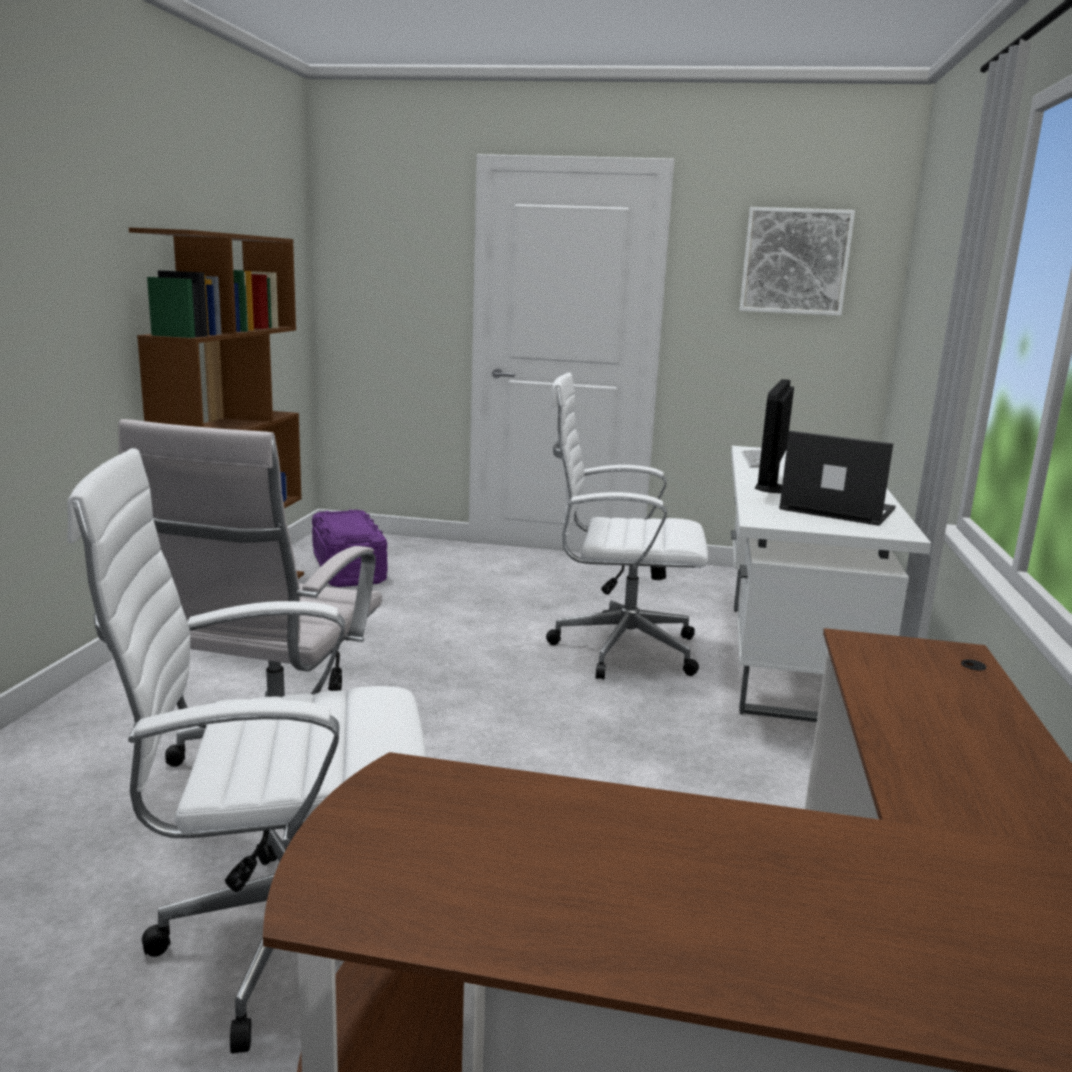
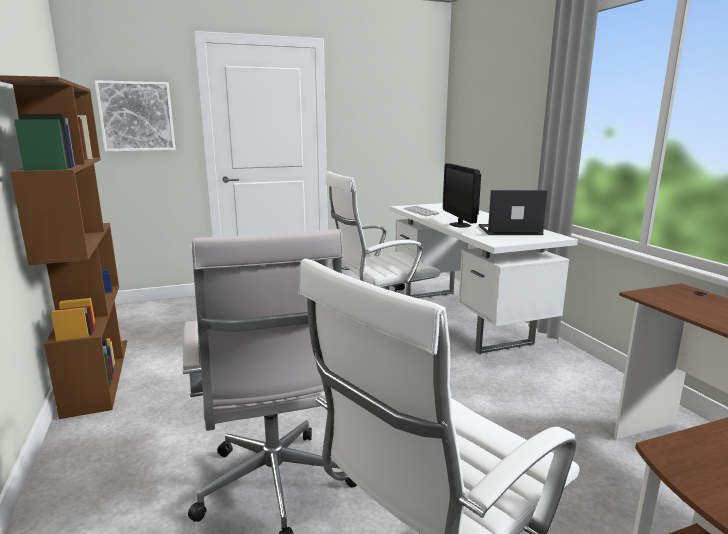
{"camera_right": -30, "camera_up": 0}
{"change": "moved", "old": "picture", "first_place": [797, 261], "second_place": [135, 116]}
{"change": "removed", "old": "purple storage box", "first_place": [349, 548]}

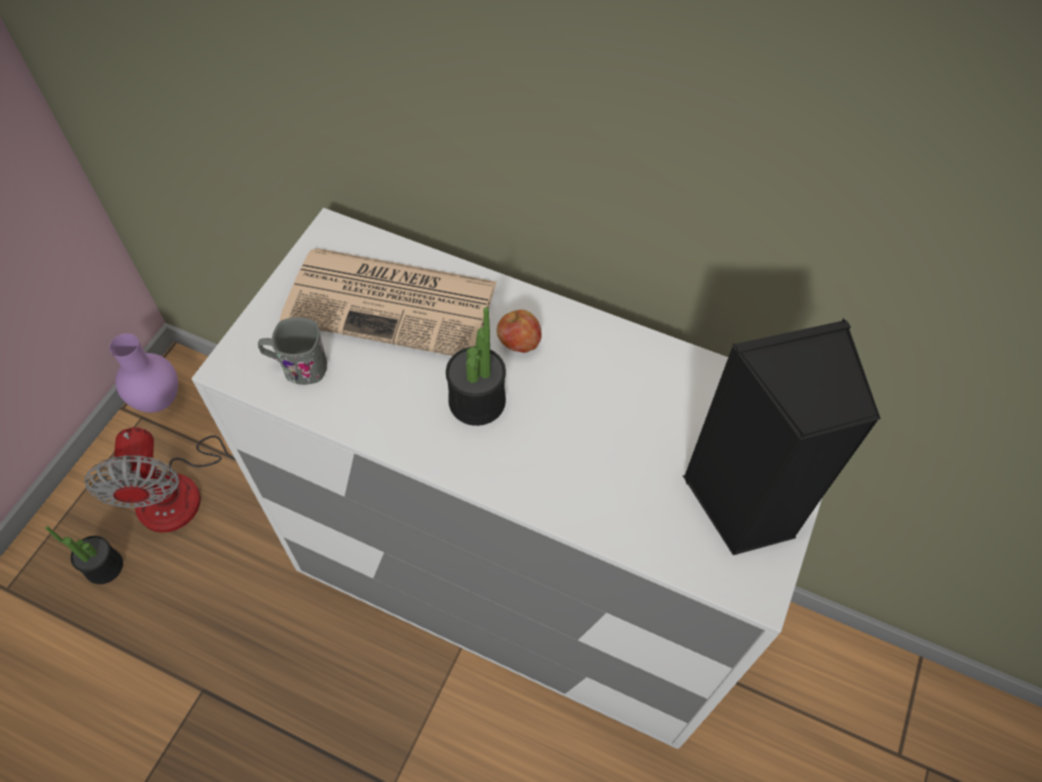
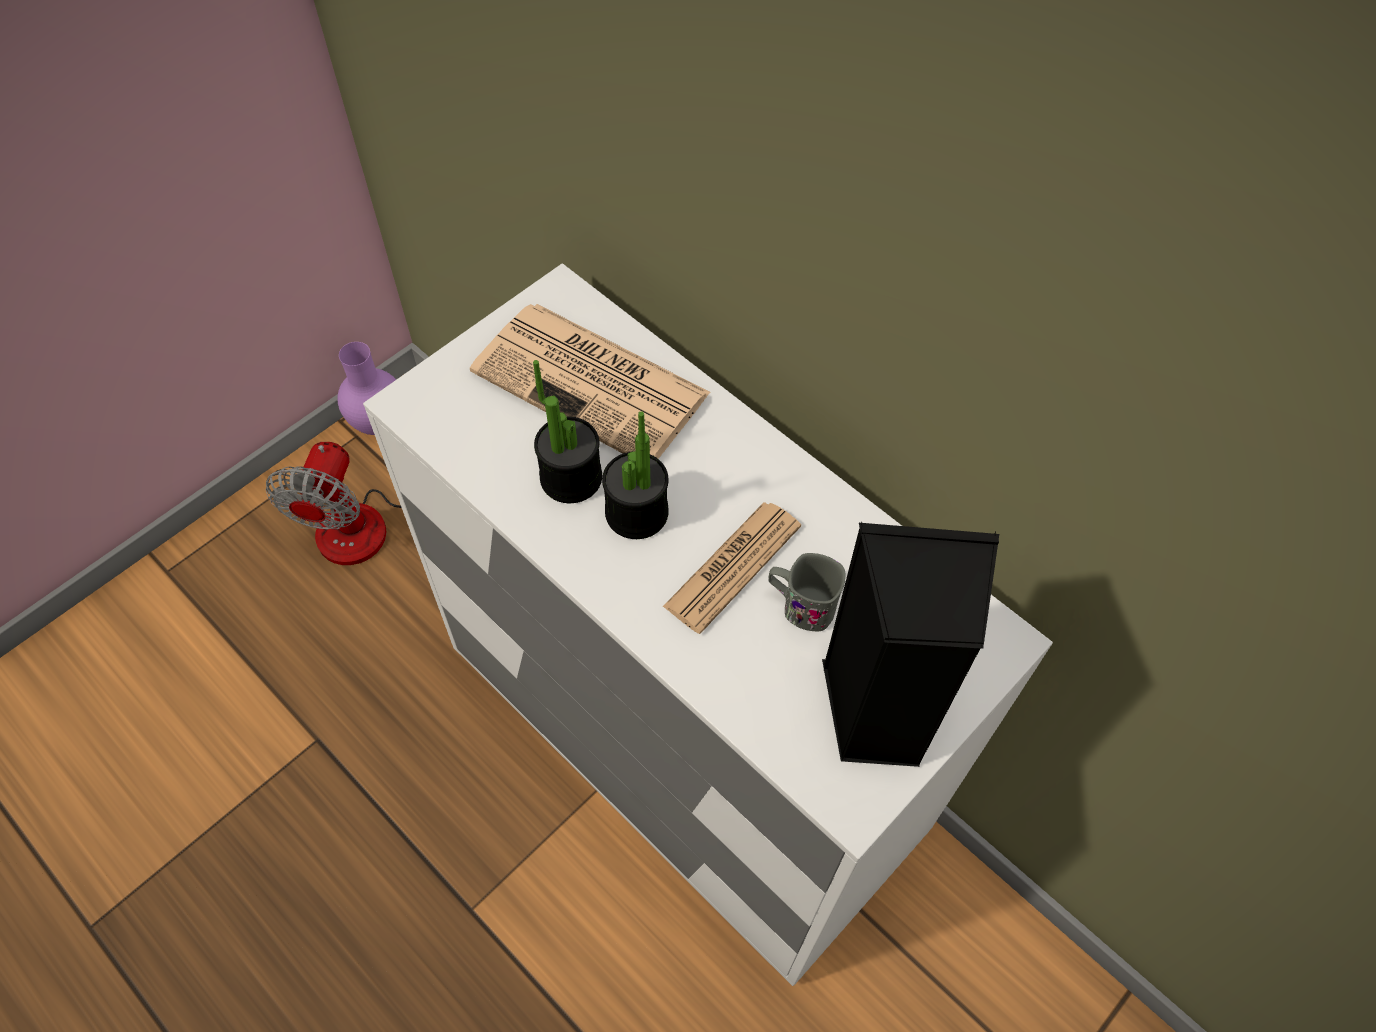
{"camera_right": 20, "camera_up": 0}
{"change": "moved", "old": "potted plant", "first_place": [84, 555], "second_place": [567, 431]}
{"change": "added", "new": "newspaper", "second_place": [732, 568]}
{"change": "moved", "old": "grey mug", "first_place": [292, 351], "second_place": [806, 592]}
{"change": "removed", "old": "apple", "first_place": [519, 331]}

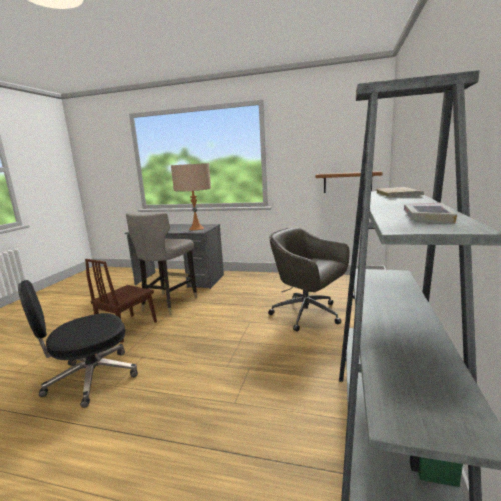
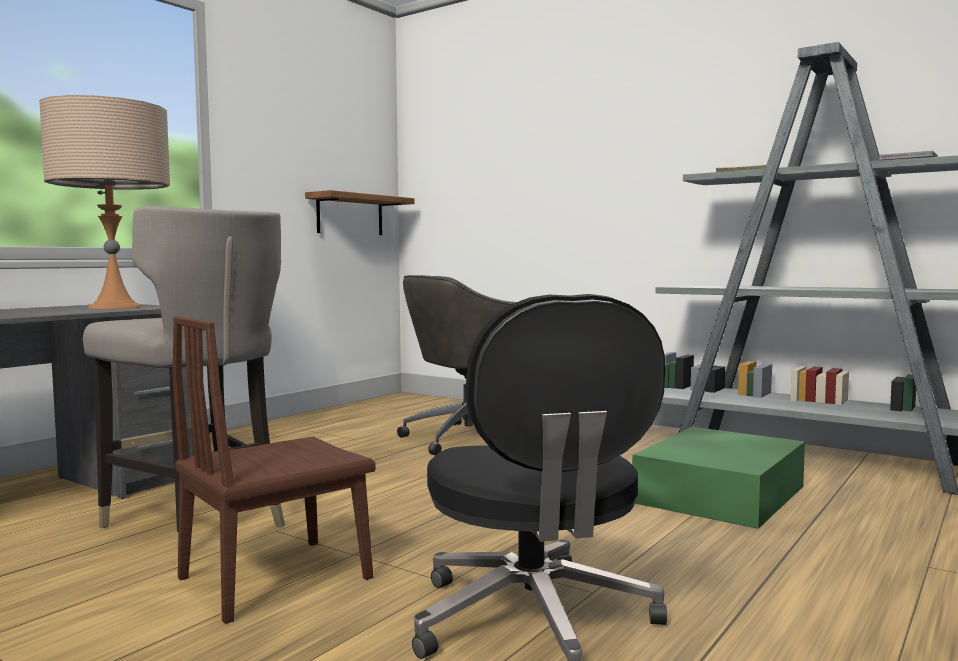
{"camera_right": -70, "camera_up": -10}
{"change": "turned", "old": "brown chair", "first_place": [121, 301], "second_place": [274, 470], "degrees": 90}
{"change": "added", "new": "green storage box", "second_place": [718, 478]}

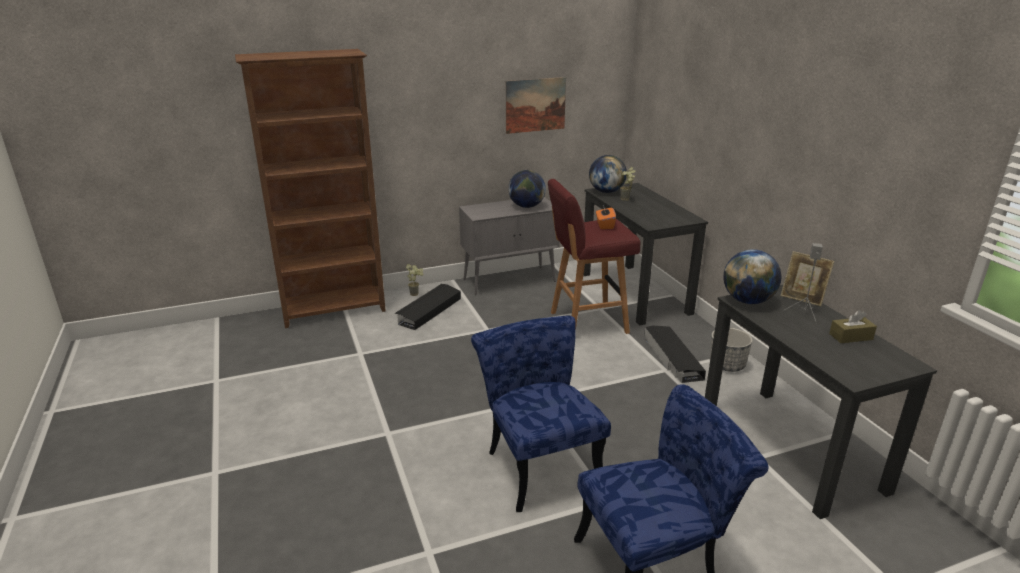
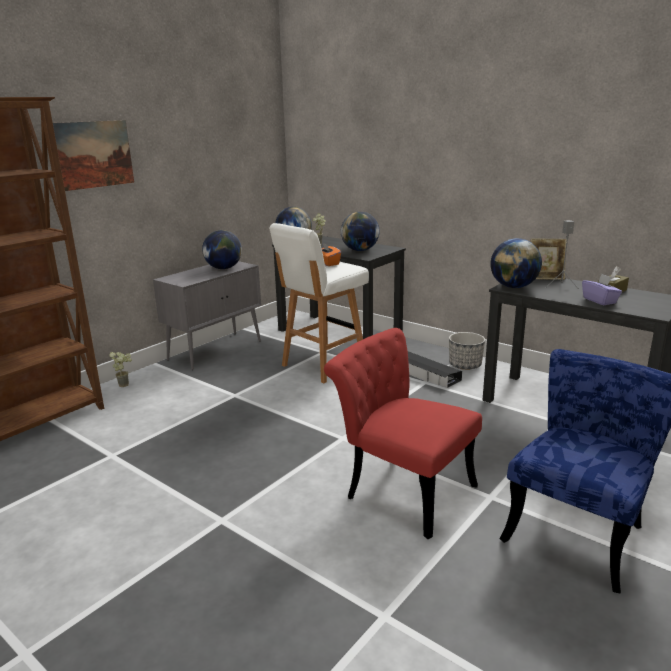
{"camera_right": -30, "camera_up": -5}
{"change": "moved", "old": "picture", "first_place": [536, 105], "second_place": [93, 155]}
{"change": "recoloured", "old": "red stool", "new": "white stool", "first_place": [594, 256], "second_place": [319, 303]}
{"change": "recoloured", "old": "blue chair", "new": "red chair", "first_place": [541, 414], "second_place": [403, 433]}
{"change": "added", "new": "globe", "second_place": [360, 231]}
{"change": "added", "new": "purple tissue box", "second_place": [602, 289]}
{"change": "removed", "old": "black storage box", "first_place": [427, 307]}

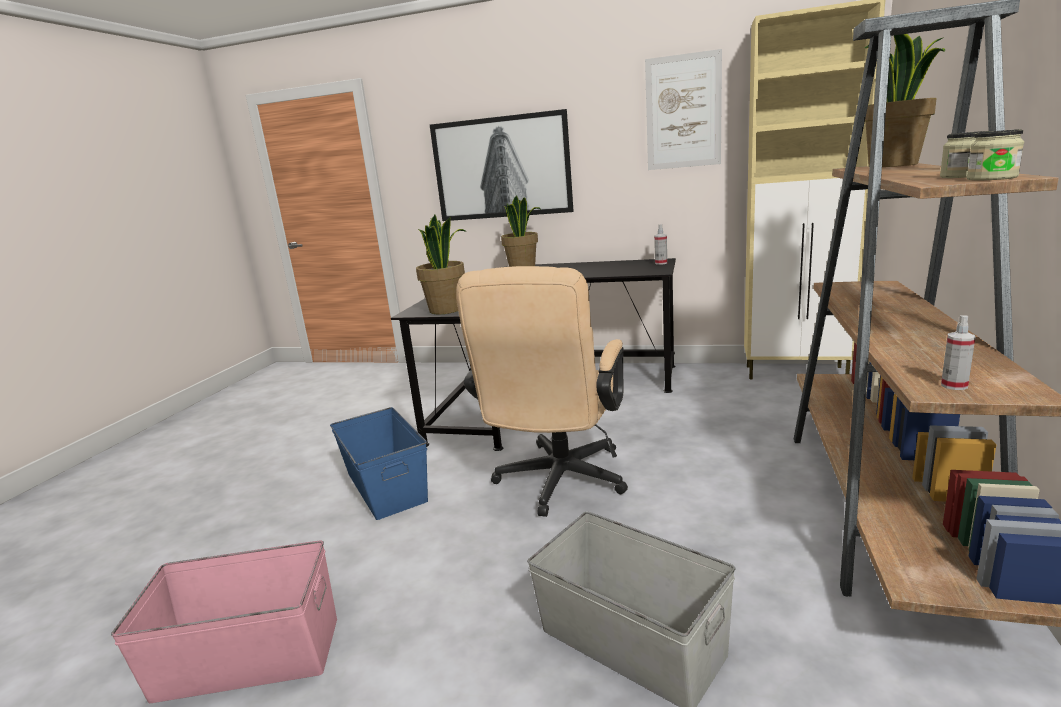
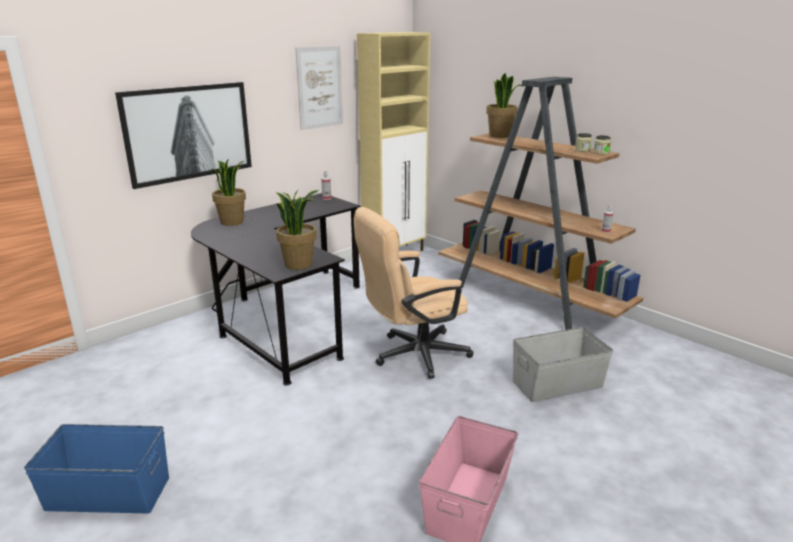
{"camera_right": -60, "camera_up": 5}
{"change": "moved", "old": "blue storage box", "first_place": [379, 463], "second_place": [96, 468]}
{"change": "turned", "old": "beige office chair", "first_place": [542, 391], "second_place": [413, 293], "degrees": 105}

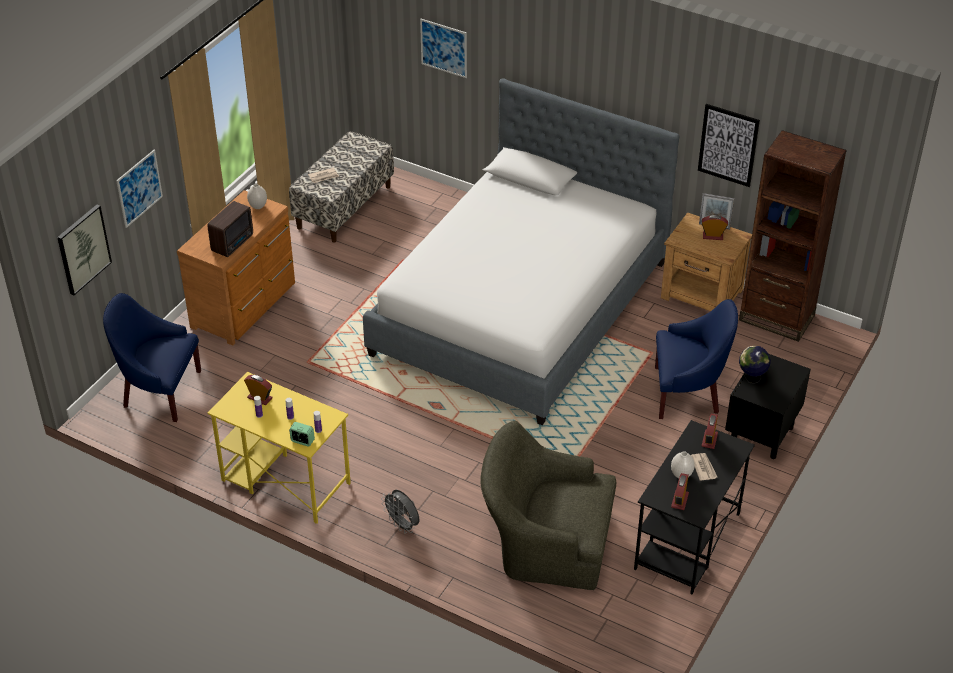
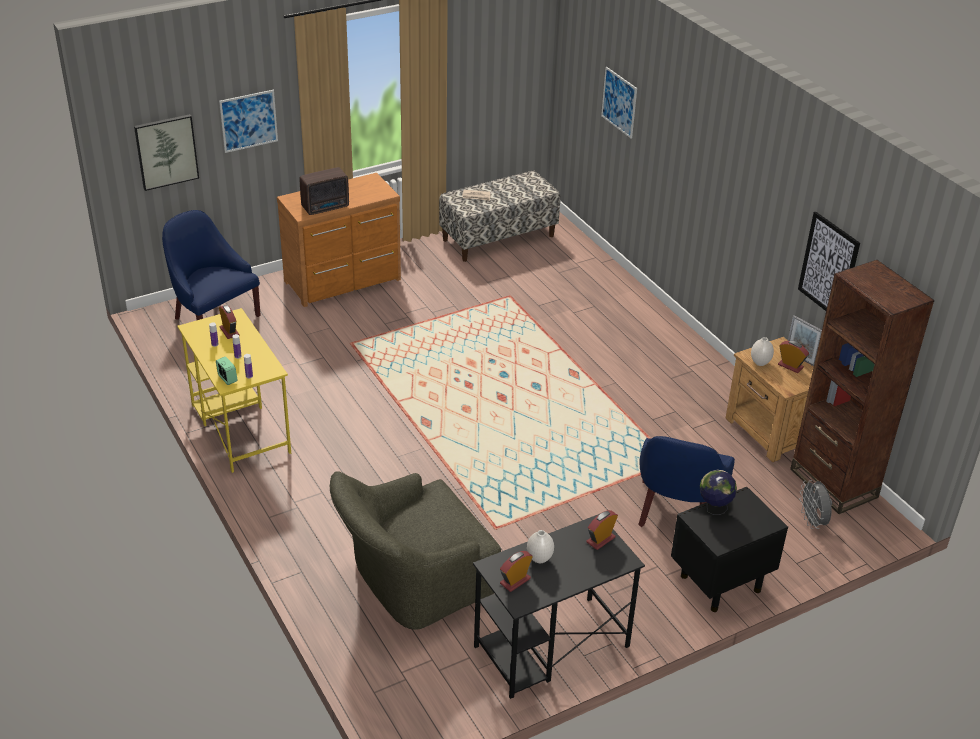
{"camera_right": 30, "camera_up": -5}
{"change": "turned", "old": "green armchair", "first_place": [548, 505], "second_place": [415, 550], "degrees": -75}
{"change": "turned", "old": "blue armchair", "first_place": [696, 359], "second_place": [686, 481], "degrees": 75}
{"change": "moved", "old": "white vase", "first_place": [257, 196], "second_place": [762, 351]}
{"change": "moved", "old": "grey fan", "first_place": [400, 511], "second_place": [815, 504]}
{"change": "removed", "old": "bed", "first_place": [521, 251]}
{"change": "removed", "old": "newspaper", "first_place": [704, 467]}

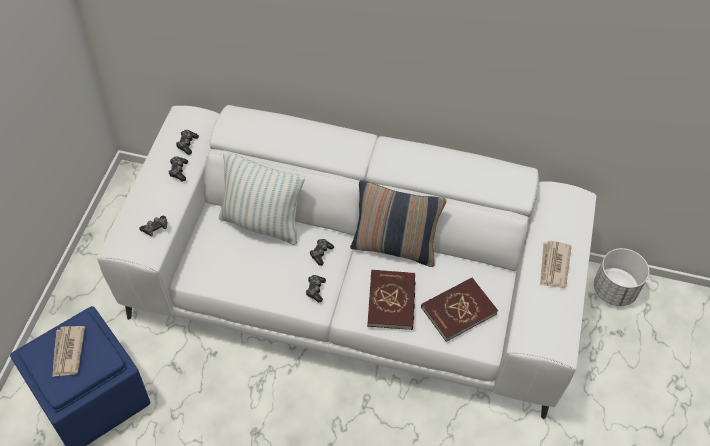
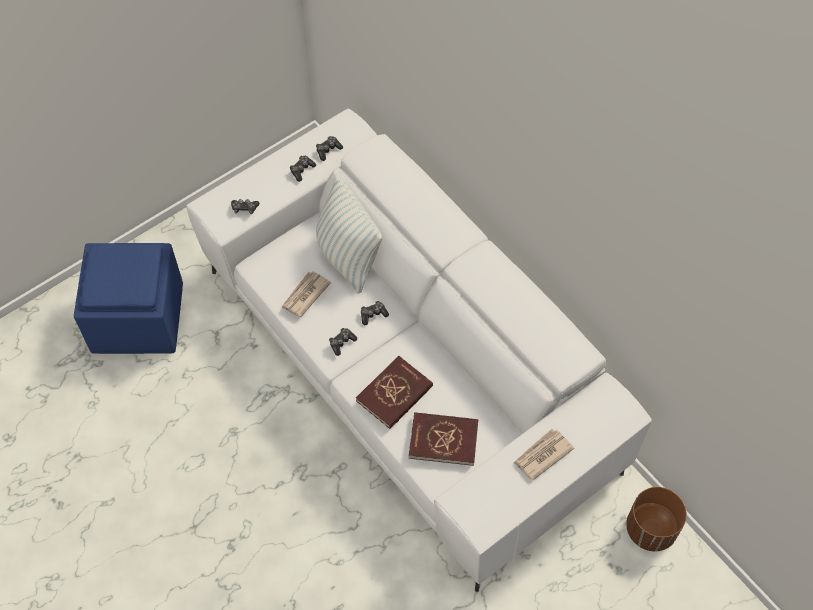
{"camera_right": 40, "camera_up": 5}
{"change": "moved", "old": "newspaper", "first_place": [68, 351], "second_place": [306, 294]}
{"change": "recoloured", "old": "white planter", "new": "brown planter", "first_place": [621, 277], "second_place": [656, 519]}
{"change": "removed", "old": "pillow", "first_place": [398, 224]}

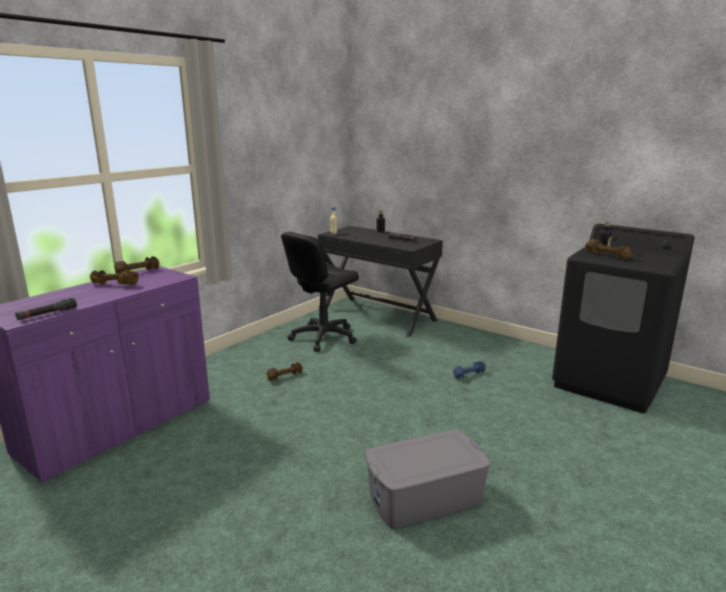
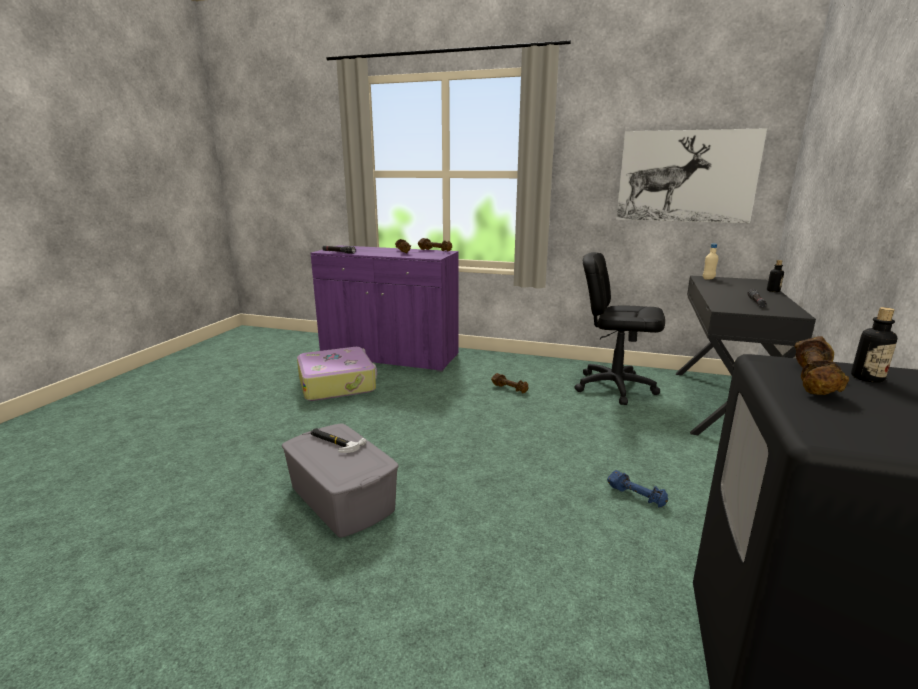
{"camera_right": 70, "camera_up": 0}
{"change": "added", "new": "suitcase", "second_place": [337, 374]}
{"change": "added", "new": "hammer", "second_place": [339, 440]}
{"change": "added", "new": "picture", "second_place": [691, 175]}

